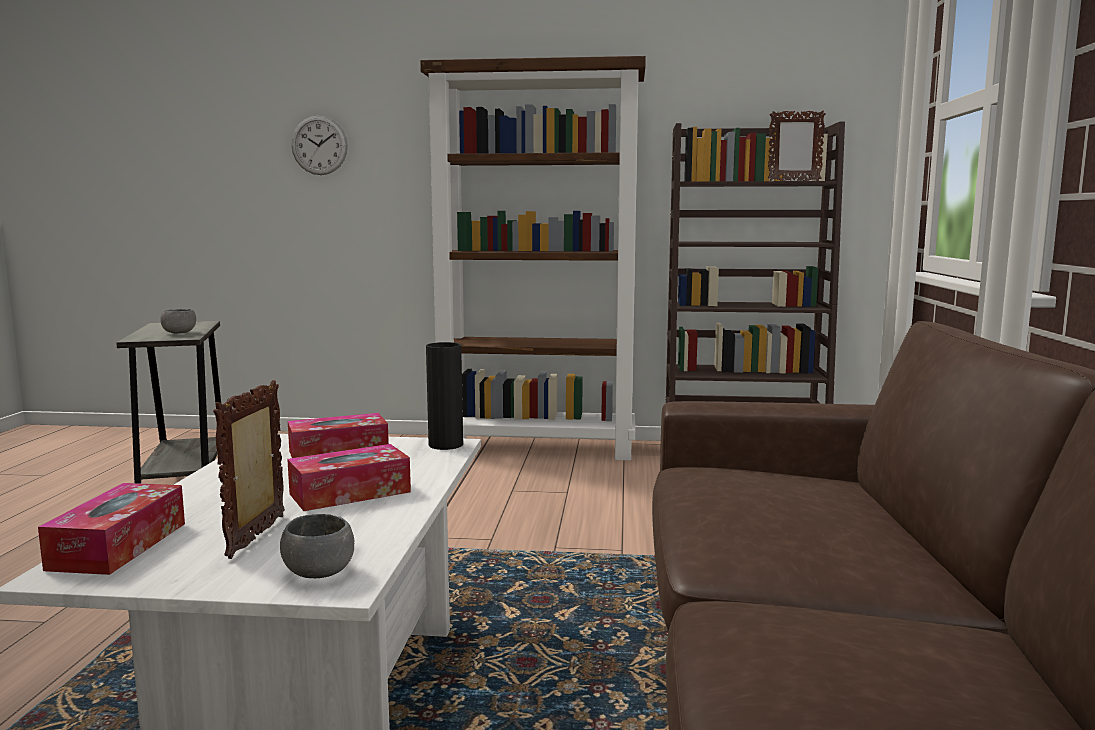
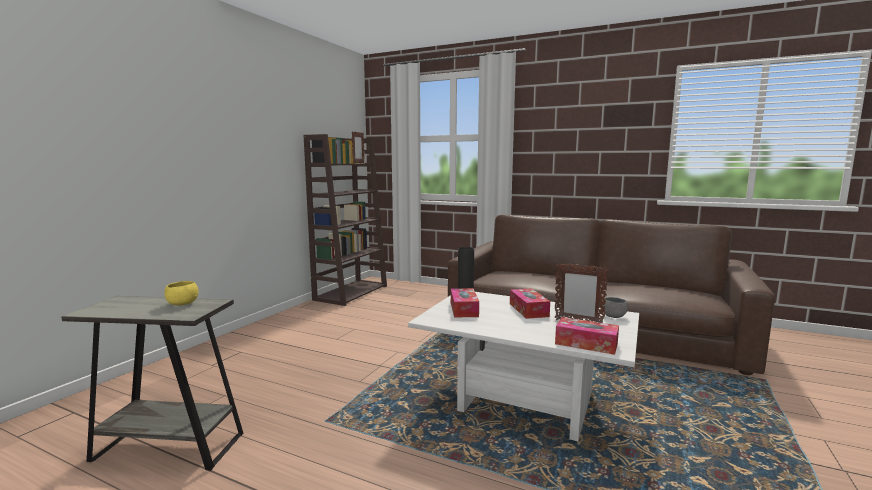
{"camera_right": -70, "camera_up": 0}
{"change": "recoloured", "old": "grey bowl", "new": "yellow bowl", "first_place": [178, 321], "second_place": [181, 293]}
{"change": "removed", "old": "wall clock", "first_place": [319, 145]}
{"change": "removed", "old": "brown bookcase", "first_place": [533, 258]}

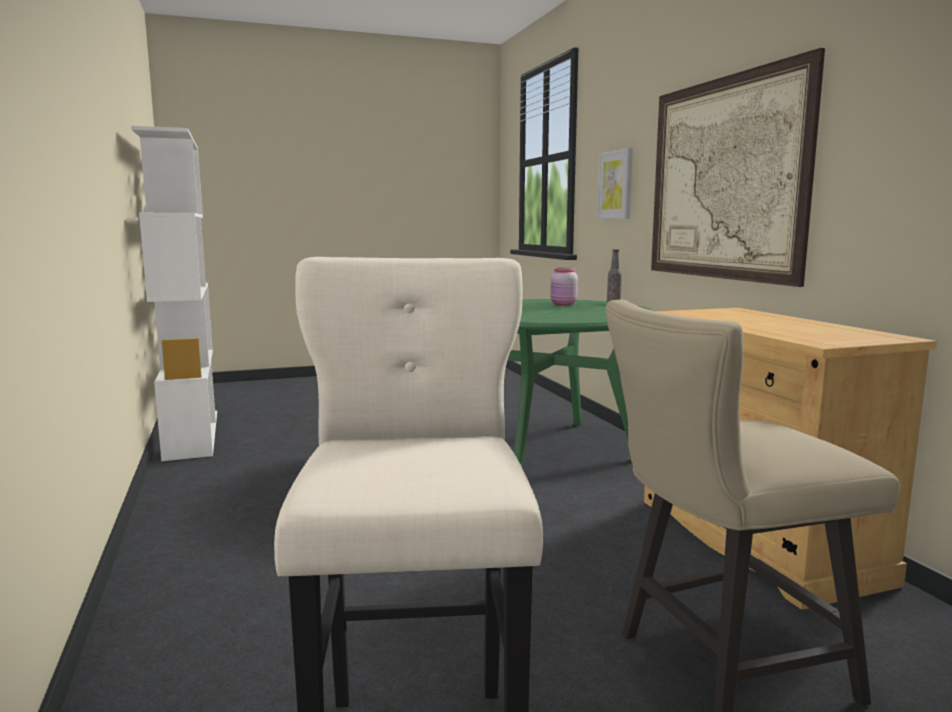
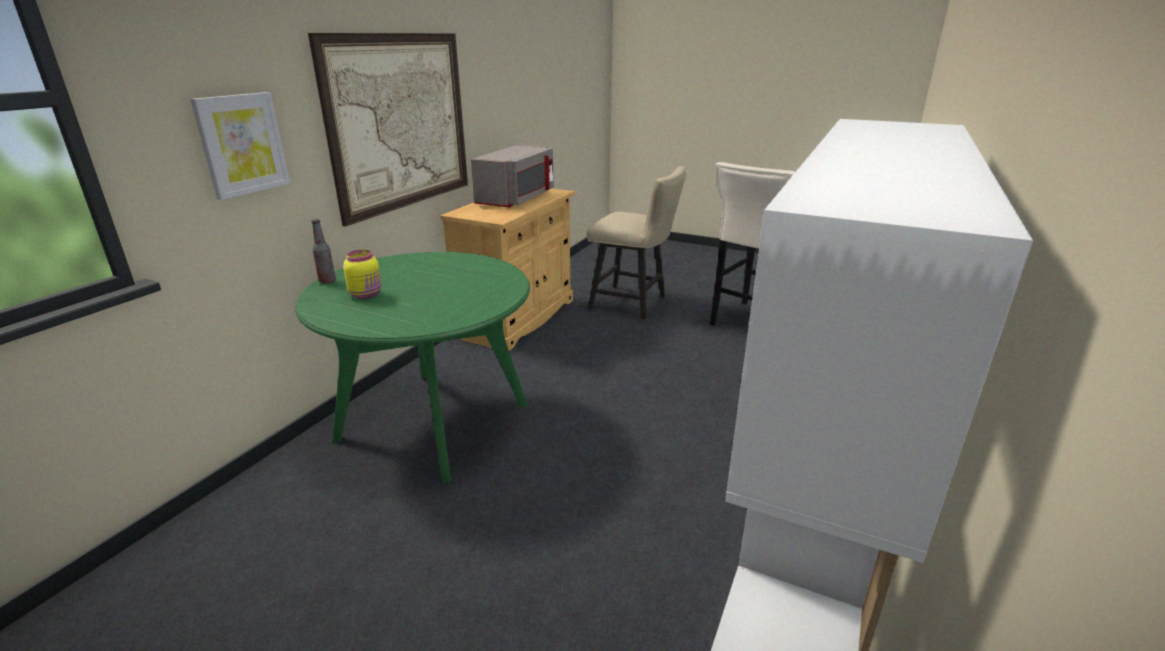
{"camera_right": -135, "camera_up": 15}
{"change": "recoloured", "old": "pink jar", "new": "yellow jar", "first_place": [564, 286], "second_place": [362, 274]}
{"change": "added", "new": "grey microwave", "second_place": [512, 175]}

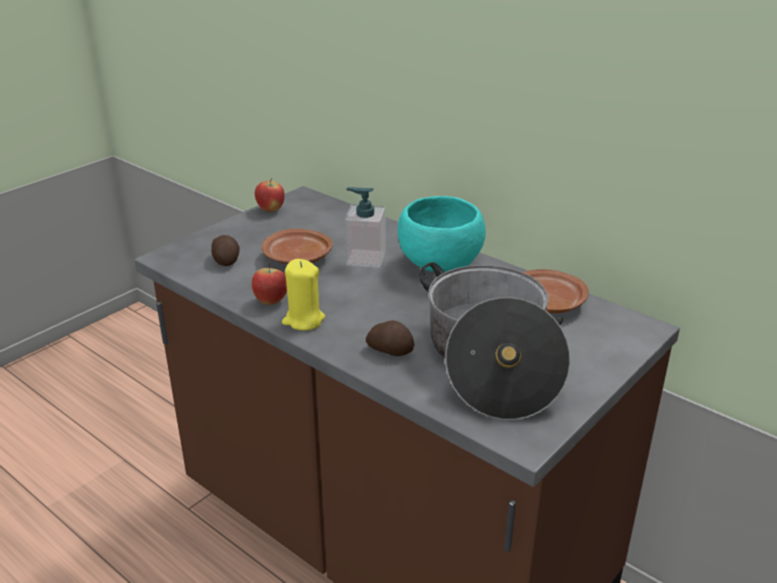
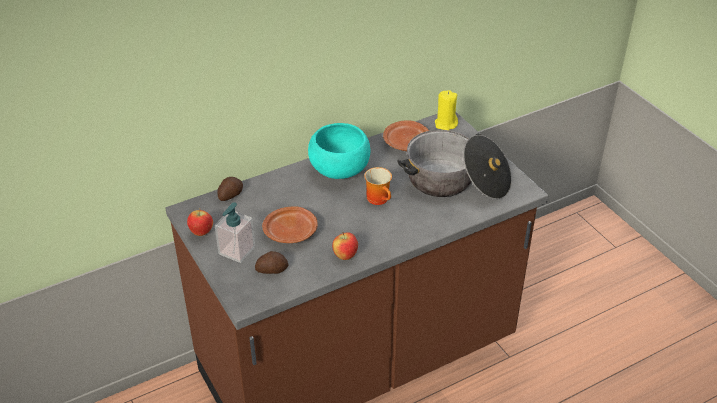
{"camera_right": -70, "camera_up": 10}
{"change": "moved", "old": "soap dispenser", "first_place": [365, 227], "second_place": [235, 232]}
{"change": "moved", "old": "potato", "first_place": [390, 338], "second_place": [230, 189]}
{"change": "added", "new": "mug", "second_place": [378, 186]}
{"change": "moved", "old": "yellow candle", "first_place": [303, 294], "second_place": [446, 110]}

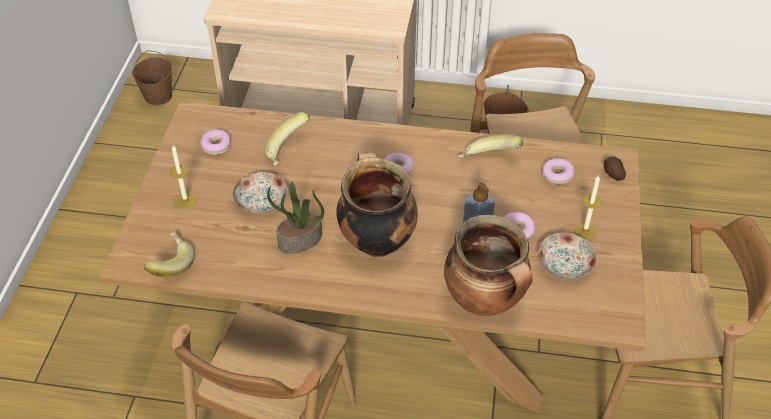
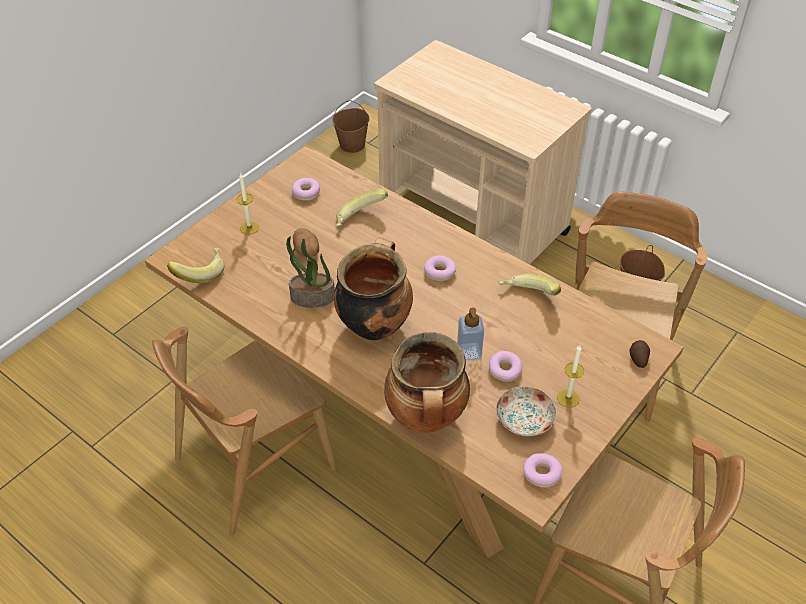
{"camera_right": 30, "camera_up": 0}
{"change": "replaced", "old": "plate", "new": "potato", "first_place": [260, 192], "second_place": [306, 242]}
{"change": "moved", "old": "donut", "first_place": [559, 171], "second_place": [542, 470]}

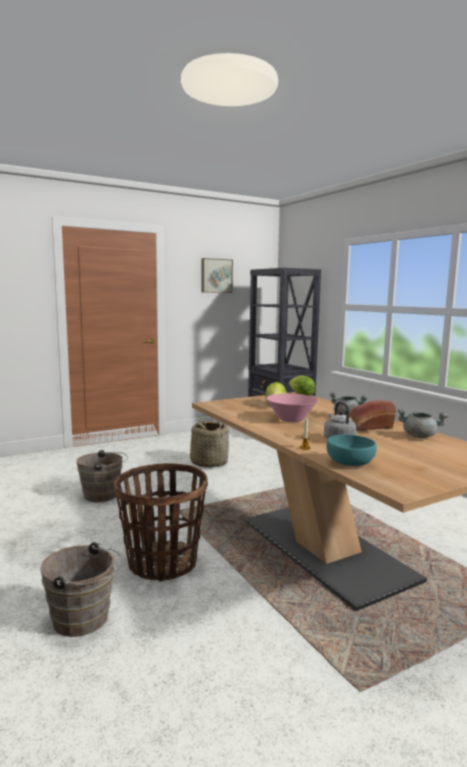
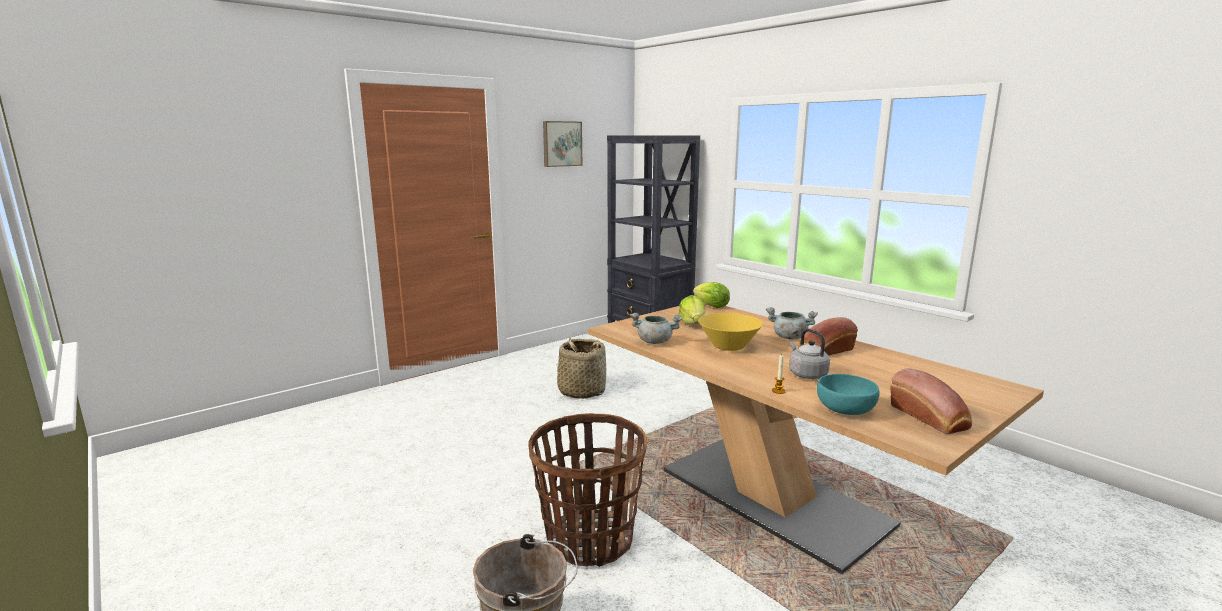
{"camera_right": -10, "camera_up": 5}
{"change": "moved", "old": "grey cooking pot", "first_place": [423, 423], "second_place": [656, 328]}
{"change": "recoloured", "old": "pink bowl", "new": "yellow bowl", "first_place": [292, 408], "second_place": [730, 332]}
{"change": "added", "new": "bread", "second_place": [931, 401]}
{"change": "removed", "old": "brown bucket", "first_place": [102, 476]}

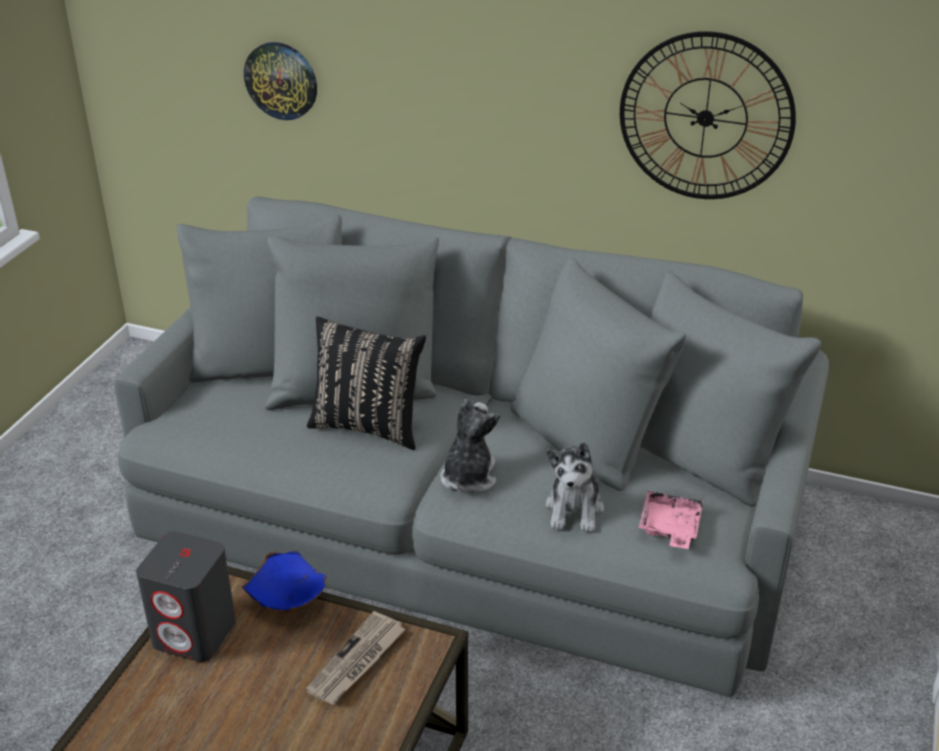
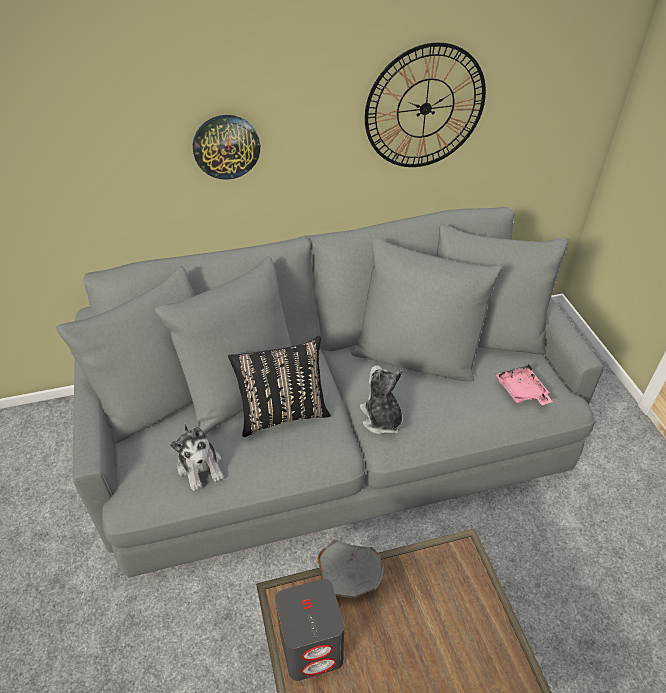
{"camera_right": -35, "camera_up": 10}
{"change": "moved", "old": "plush toy", "first_place": [574, 487], "second_place": [196, 457]}
{"change": "moved", "old": "wall clock", "first_place": [280, 81], "second_place": [226, 147]}
{"change": "recoloured", "old": "blue bowl", "new": "grey bowl", "first_place": [284, 581], "second_place": [350, 569]}
{"change": "removed", "old": "newspaper", "first_place": [355, 657]}

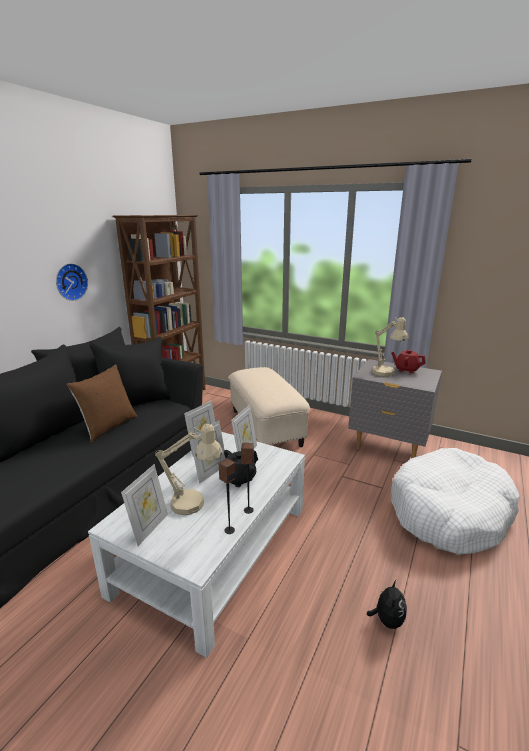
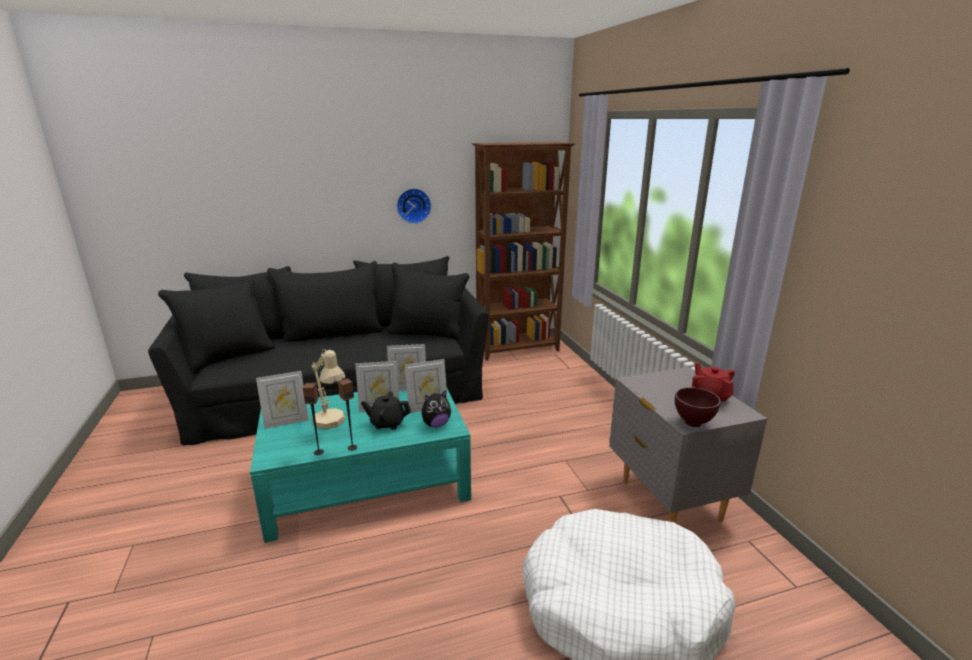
{"camera_right": 45, "camera_up": 0}
{"change": "recoloured", "old": "white coffee table", "new": "turquoise coffee table", "first_place": [196, 545], "second_place": [360, 466]}
{"change": "moved", "old": "plush toy", "first_place": [387, 604], "second_place": [436, 408]}
{"change": "added", "new": "brown bowl", "second_place": [698, 407]}
{"change": "removed", "old": "brown pillow", "first_place": [101, 403]}
{"change": "removed", "old": "beige ottoman", "first_place": [269, 407]}
{"change": "removed", "old": "beige table lamp", "first_place": [390, 347]}

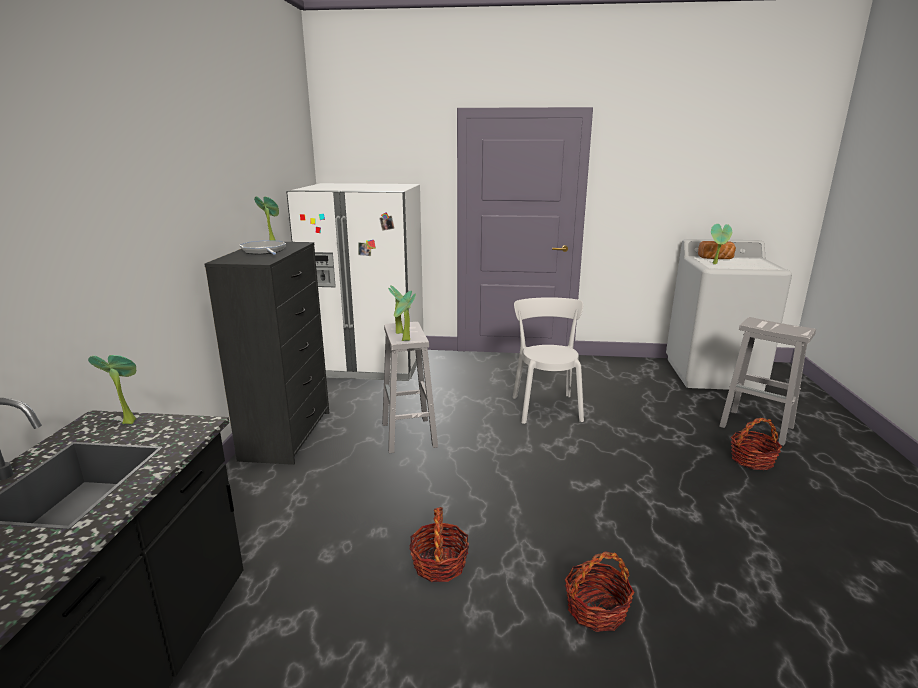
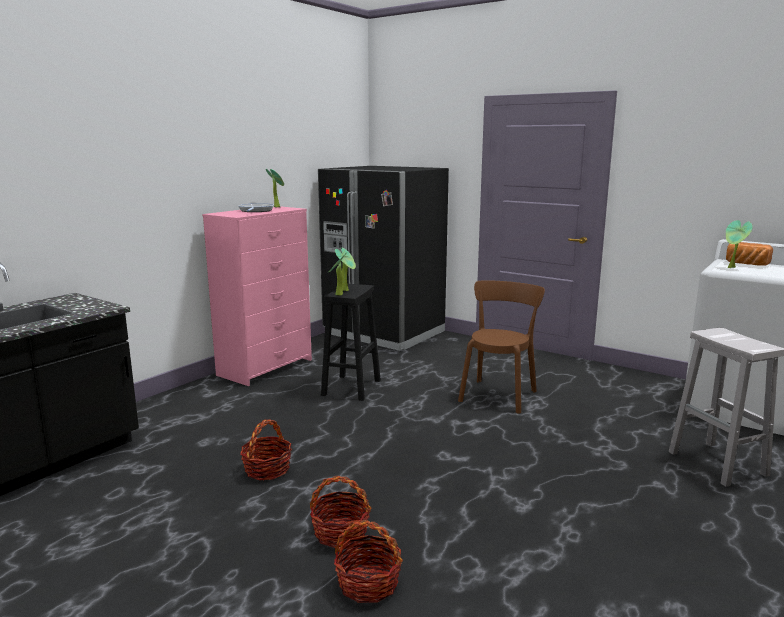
{"camera_right": 30, "camera_up": -5}
{"change": "recoloured", "old": "black dresser", "new": "pink dresser", "first_place": [266, 353], "second_place": [257, 296]}
{"change": "recoloured", "old": "white fridge", "new": "black fridge", "first_place": [354, 282], "second_place": [383, 258]}
{"change": "recoloured", "old": "white stool", "new": "black stool", "first_place": [410, 387], "second_place": [351, 342]}
{"change": "moved", "old": "basket", "first_place": [756, 444], "second_place": [368, 561]}
{"change": "recoloured", "old": "white chair", "new": "brown chair", "first_place": [548, 360], "second_place": [501, 347]}
{"change": "removed", "old": "potted plant", "first_place": [112, 389]}

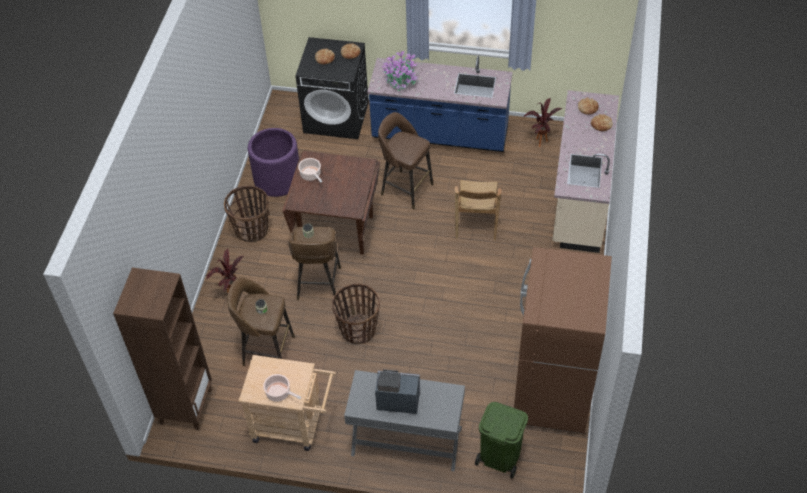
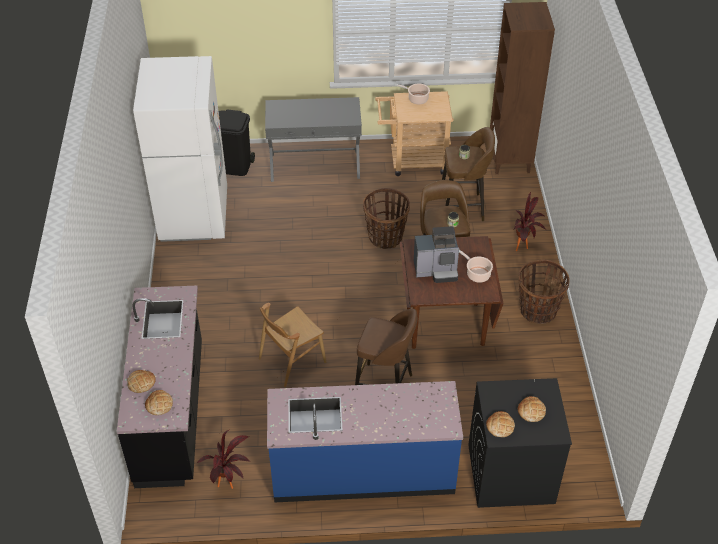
{"camera_right": 165, "camera_up": -5}
{"change": "recoloured", "old": "beige counter", "new": "black counter", "first_place": [585, 171], "second_place": [159, 387]}
{"change": "recoloured", "old": "brown fridge", "new": "white fridge", "first_place": [563, 340], "second_place": [180, 149]}
{"change": "recoloured", "old": "green trash can", "new": "black trash can", "first_place": [501, 440], "second_place": [237, 143]}
{"change": "turned", "old": "brown chair", "first_place": [478, 210], "second_place": [292, 345], "degrees": -120}
{"change": "moved", "old": "coffee machine", "first_place": [397, 391], "second_place": [436, 254]}
{"change": "removed", "old": "purple planter", "first_place": [273, 162]}
{"change": "removed", "old": "potted plant", "first_place": [400, 71]}

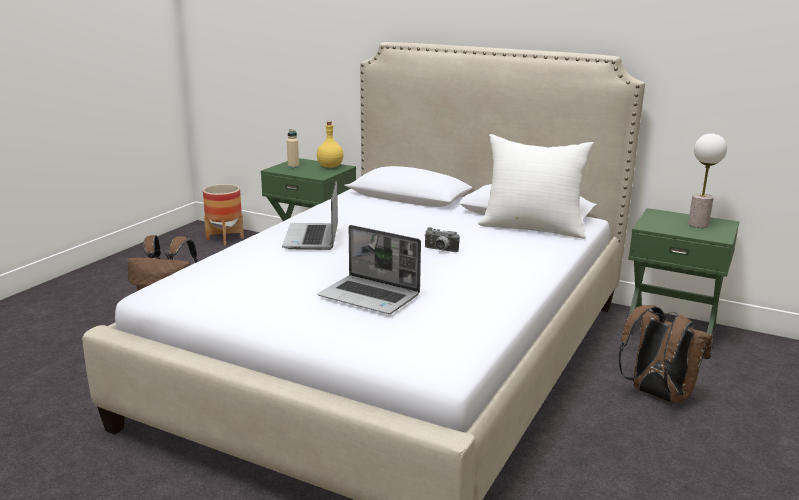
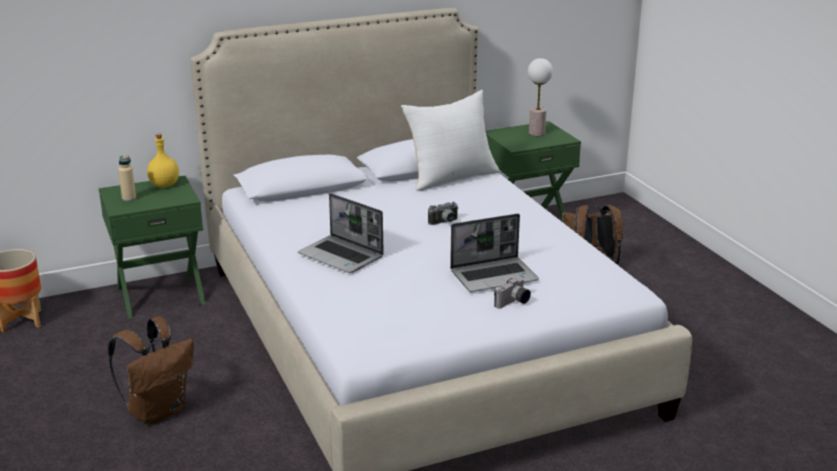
{"camera_right": -50, "camera_up": 5}
{"change": "added", "new": "photo camera", "second_place": [512, 293]}

